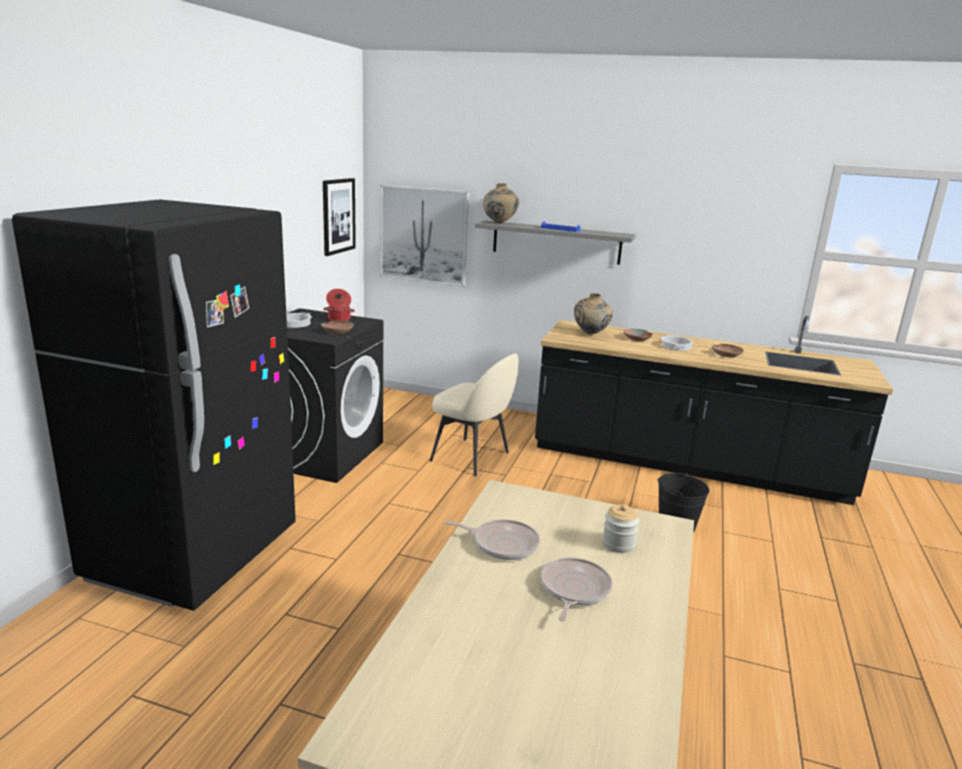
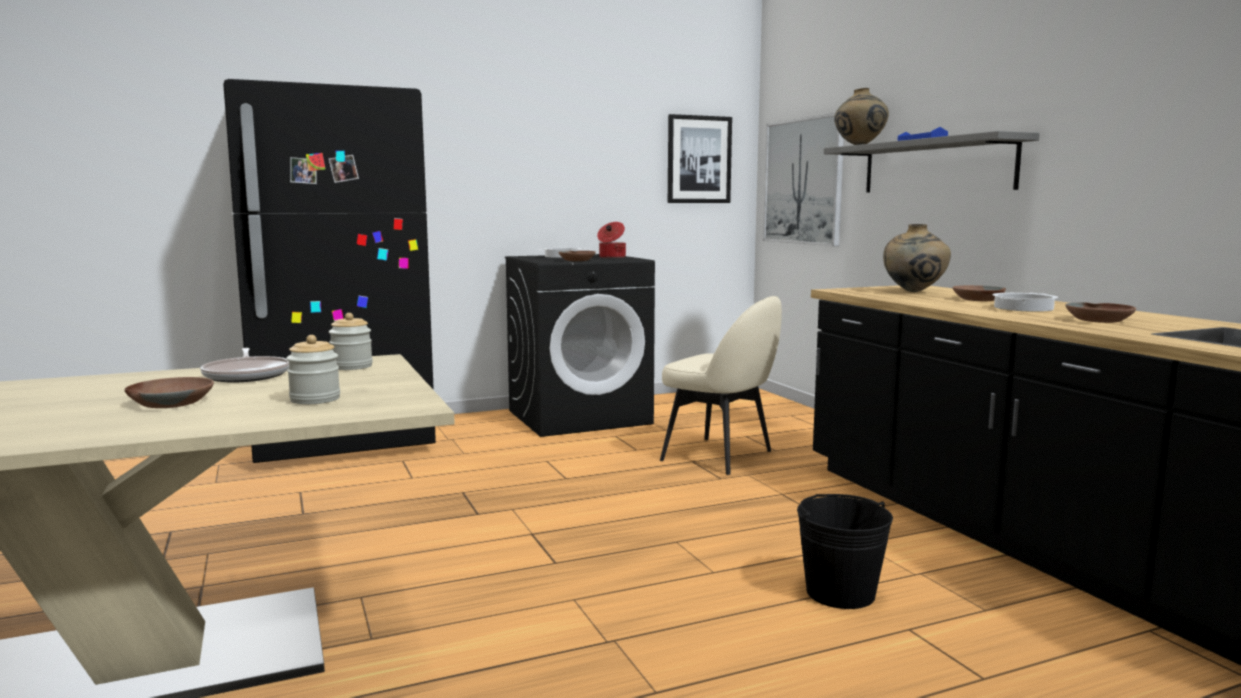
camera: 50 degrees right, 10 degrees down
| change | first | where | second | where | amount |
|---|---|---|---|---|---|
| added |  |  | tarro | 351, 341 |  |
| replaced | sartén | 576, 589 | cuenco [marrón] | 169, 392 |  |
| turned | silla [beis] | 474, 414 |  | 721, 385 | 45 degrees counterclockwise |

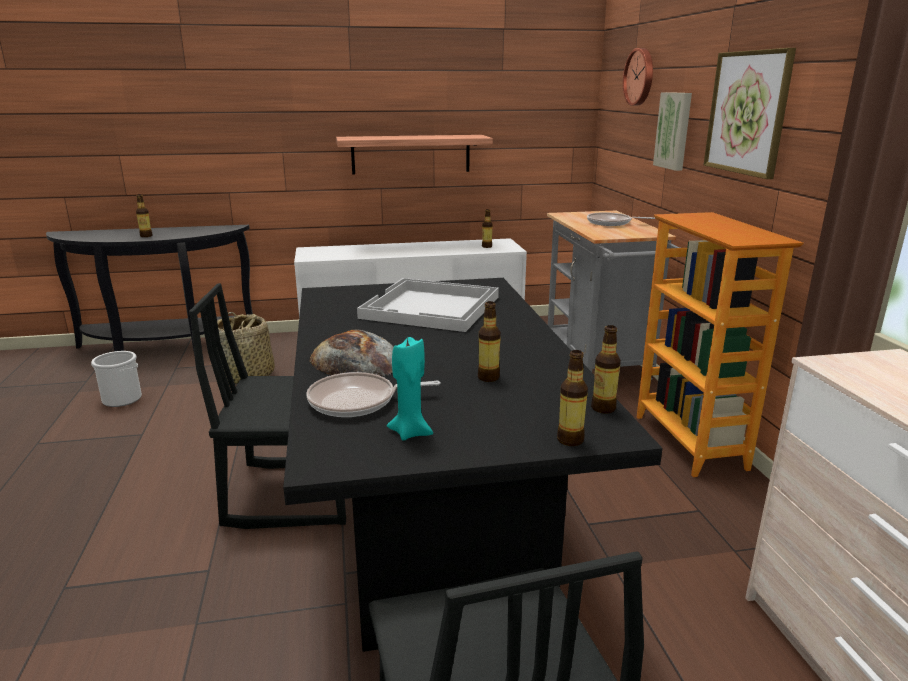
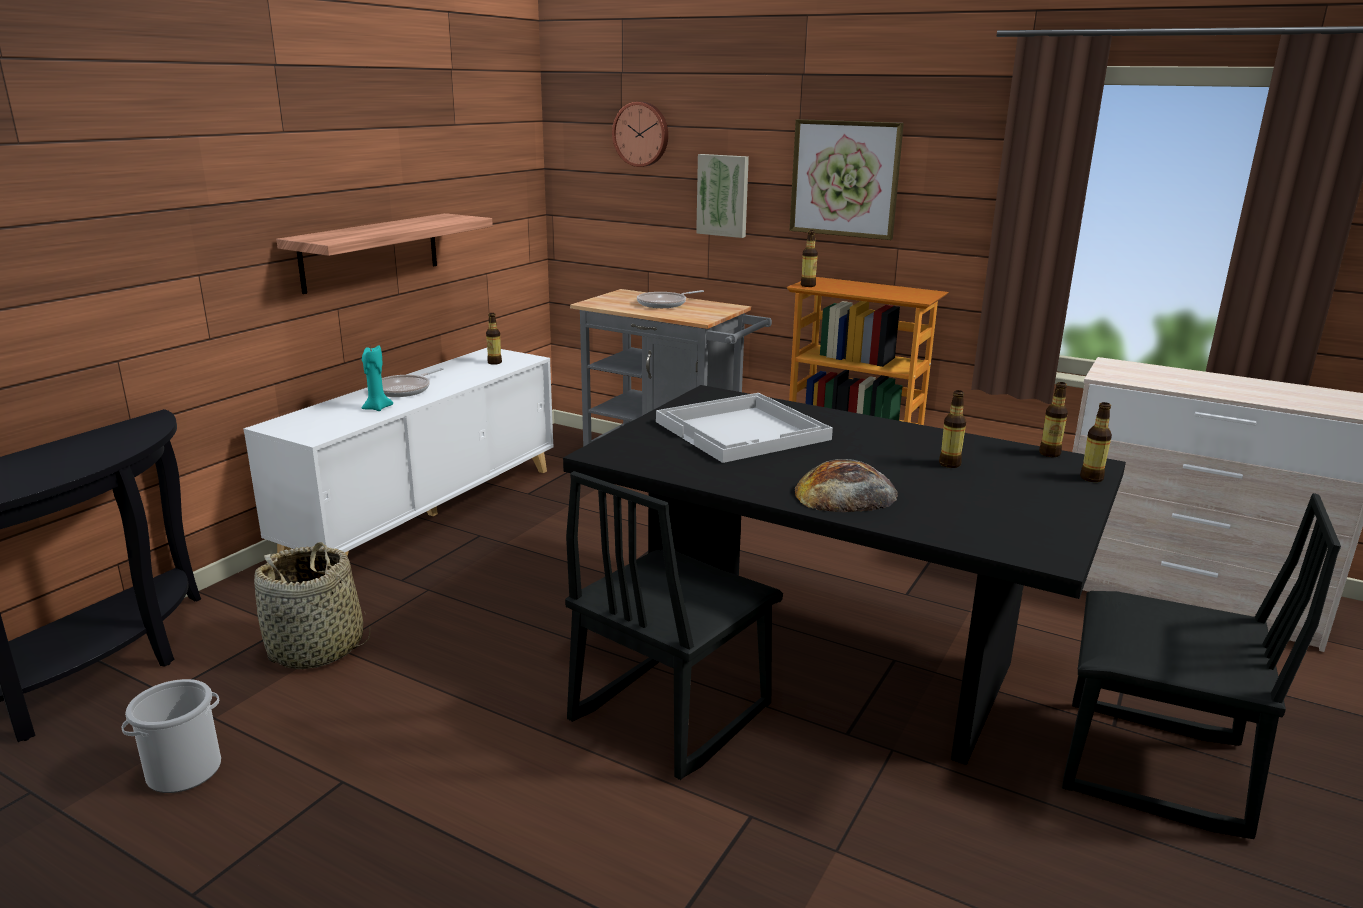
camera: 50 degrees left, 0 degrees up
| change | first | where | second | where | amount |
|---|---|---|---|---|---|
| moved | botella | 144, 215 |  | 809, 258 |  |
| moved | sartén | 373, 394 |  | 413, 382 |  |
| moved | vela [turquesa] | 410, 388 |  | 377, 378 |  |

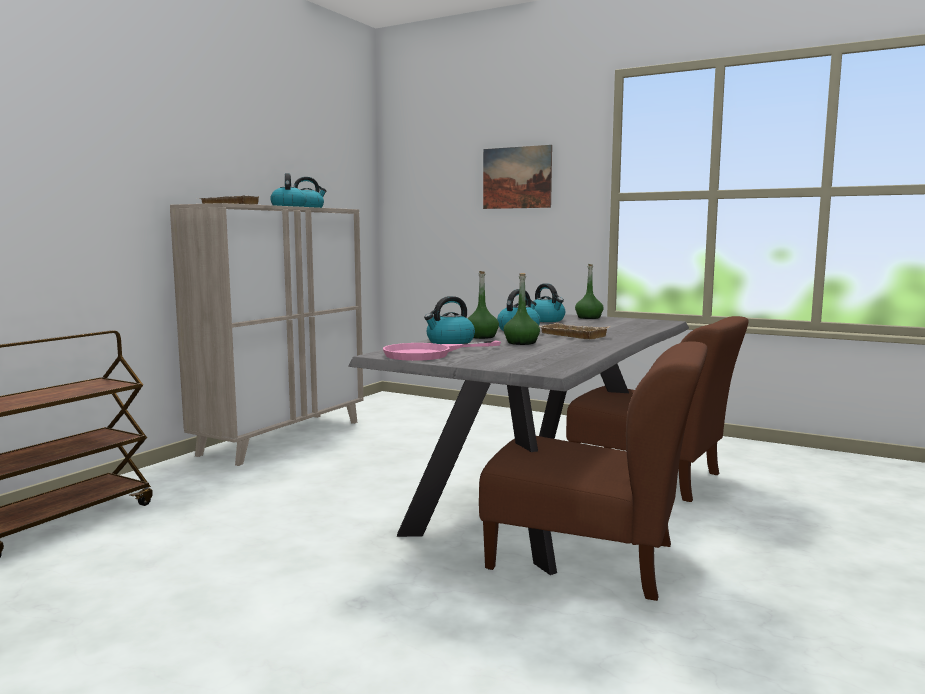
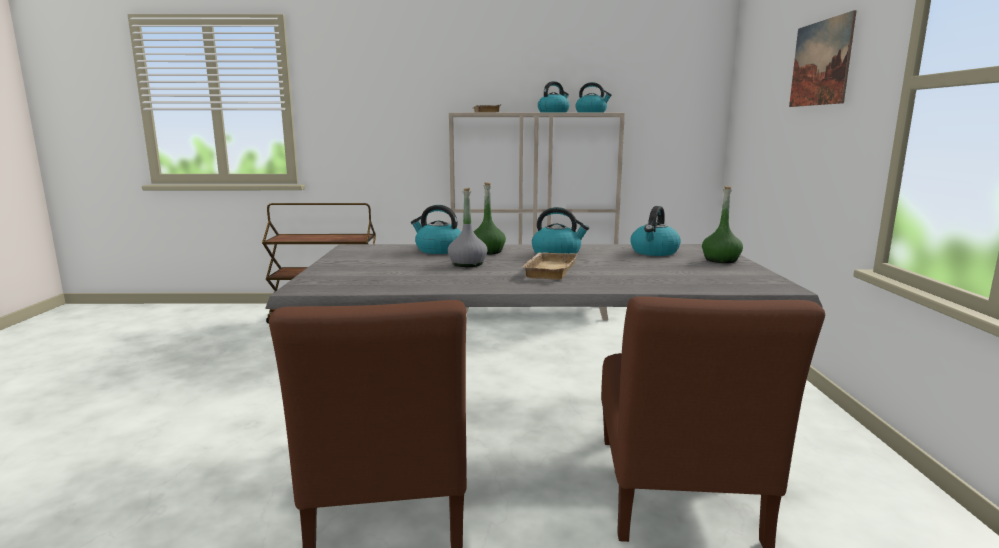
camera: 60 degrees right, 5 degrees up
| change | first | where | second | where | amount |
|---|---|---|---|---|---|
| removed | sartén [rosa] | 442, 351 |  |  |  |
| recoloured | botella [verde] | 522, 309 | botella [gris] | 468, 227 |  |

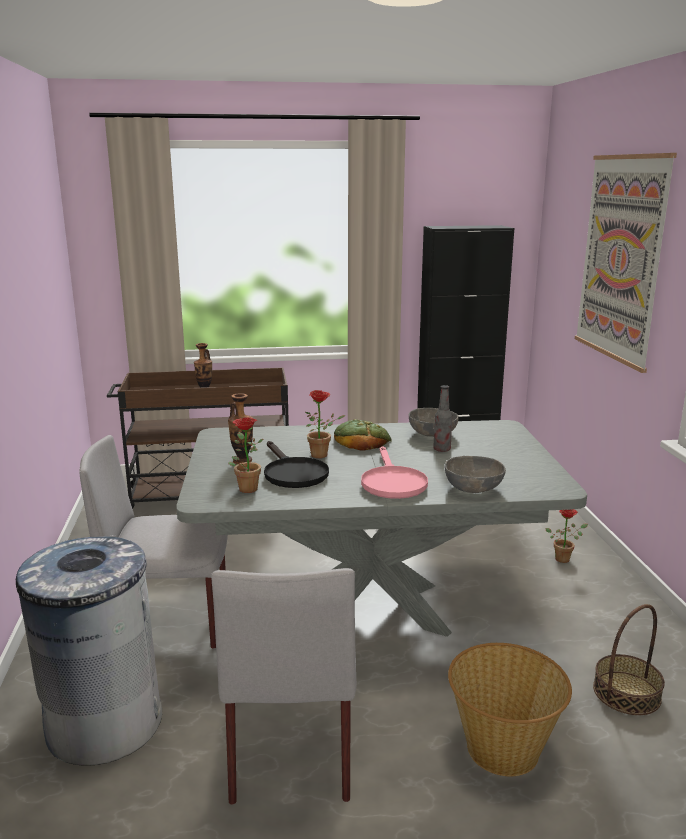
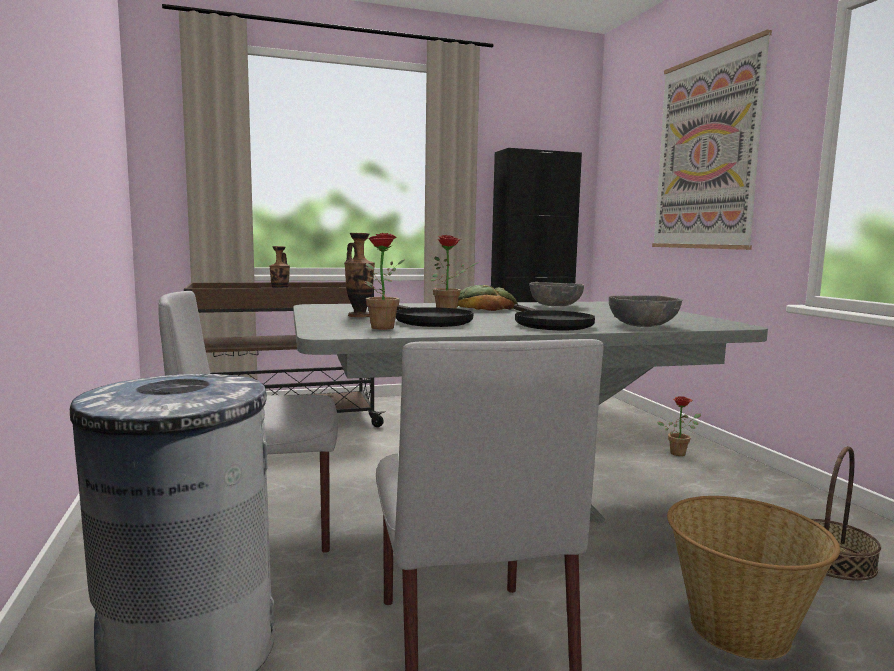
camera: 10 degrees left, 10 degrees down
| change | first | where | second | where | amount |
|---|---|---|---|---|---|
| removed | botella | 442, 418 |  |  |  |
| recoloured | sartén [rosa] | 394, 472 | sartén [negro] | 554, 317 |  |

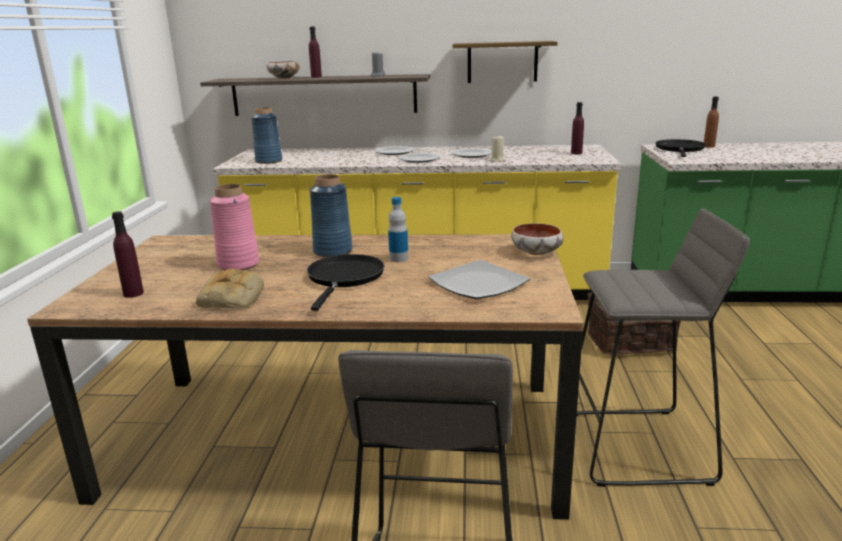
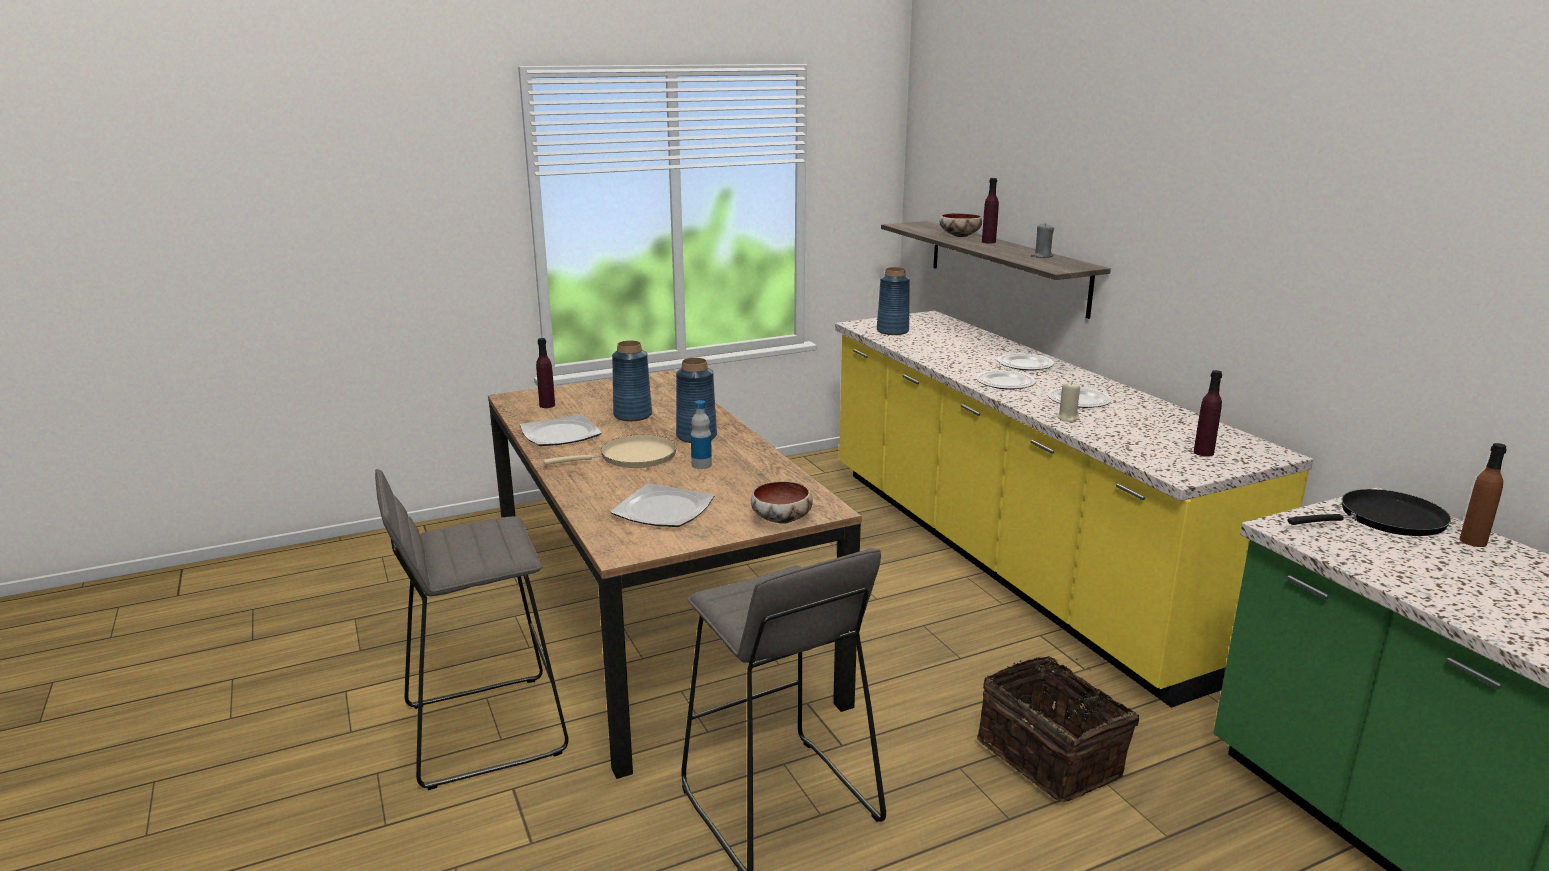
camera: 60 degrees right, 0 degrees up
| change | first | where | second | where | amount |
|---|---|---|---|---|---|
| removed | estante | 505, 62 |  |  |  |
| replaced | pan | 230, 288 | plato | 561, 430 |  |
| recoloured | florero [rosa] | 234, 227 | florero [azul] | 632, 380 |  |
| recoloured | sartén [negro] | 345, 282 | sartén [beis] | 610, 451 |  |

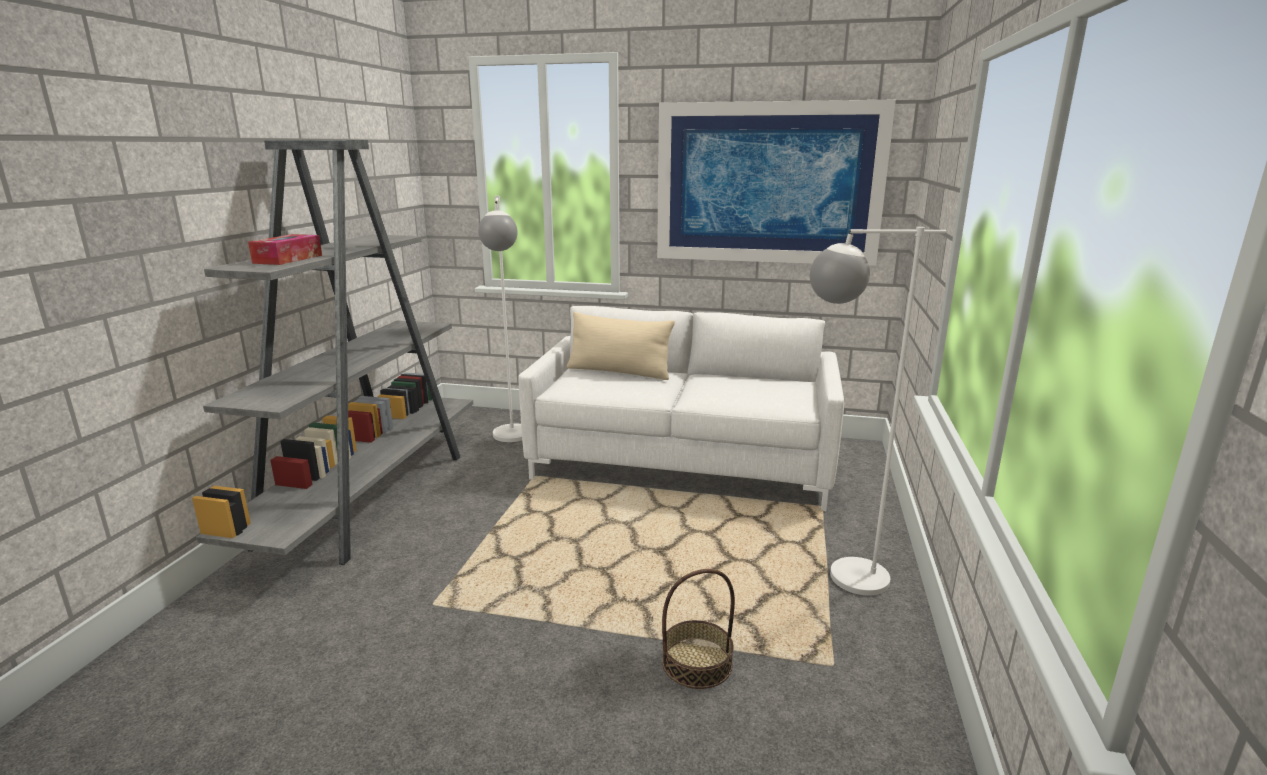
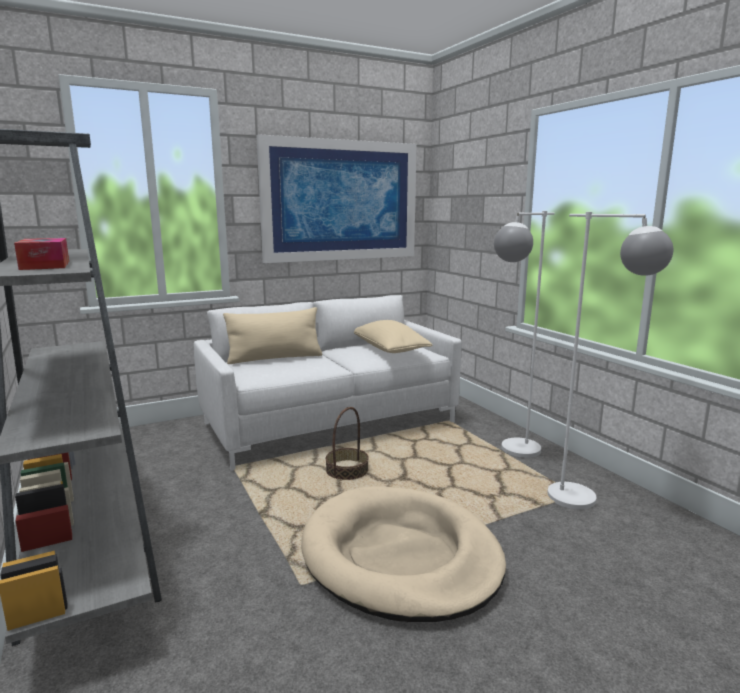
camera: 40 degrees left, 5 degrees down
| change | first | where | second | where | amount |
|---|---|---|---|---|---|
| added |  |  | cama para perro [beis] | 403, 554 |  |
| added |  |  | cojín [beis] | 393, 336 |  |
| moved | lámpara de pie [blanco] | 500, 319 |  | 610, 361 |  |
| moved | cesta | 698, 629 |  | 347, 443 |  |

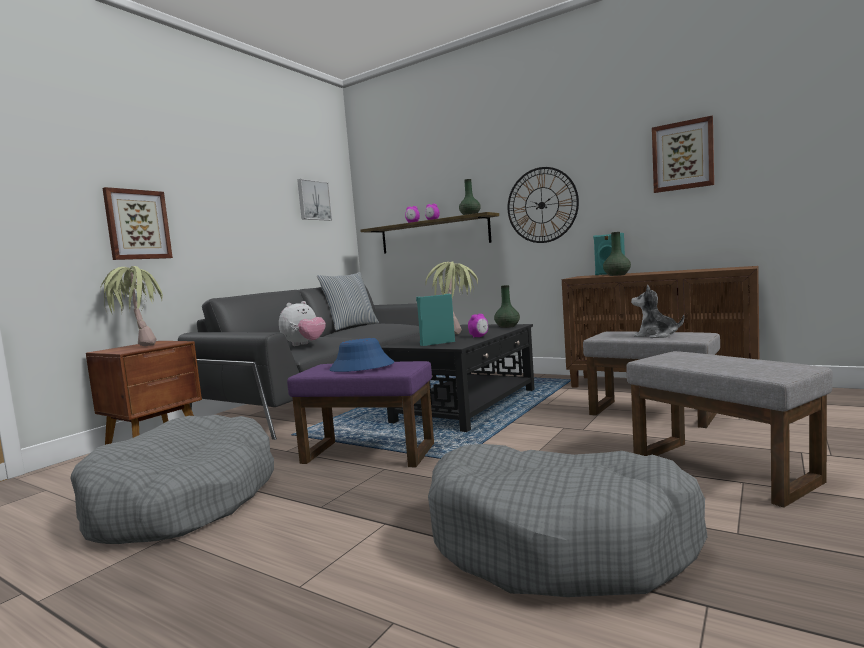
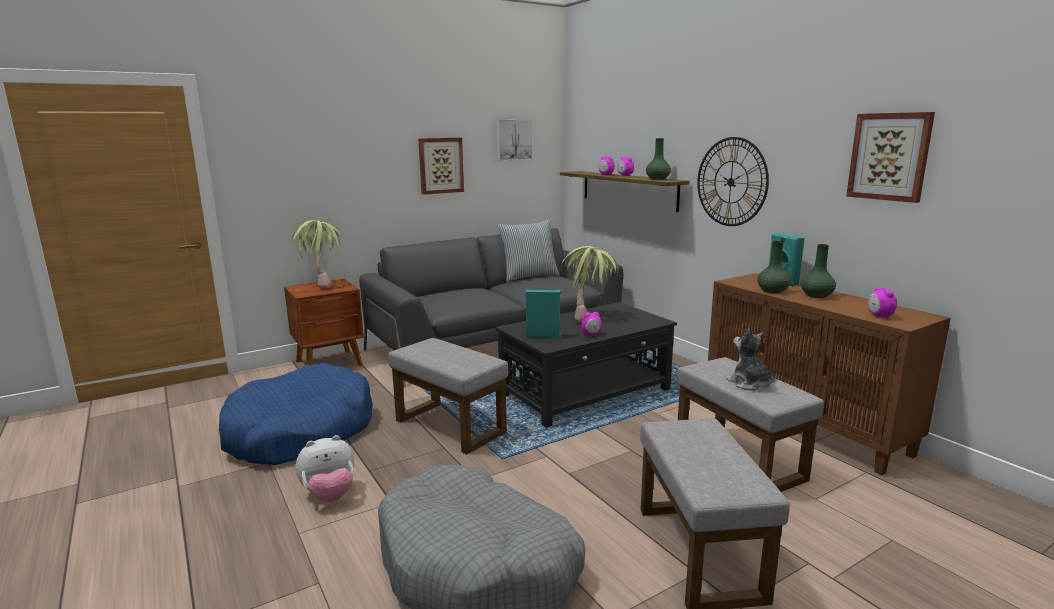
camera: 25 degrees right, 10 degrees up
| change | first | where | second | where | amount |
|---|---|---|---|---|---|
| removed | sombrero [azul] | 361, 355 |  |  |  |
| added |  |  | despertador | 882, 303 |  |
| moved | cuadro | 137, 223 |  | 441, 166 |  |
| moved | peluche | 302, 323 |  | 325, 468 |  |
| moved | florero [verde] | 507, 306 |  | 818, 271 |  |
| recoloured | cama para perro [gris] | 172, 479 | cama para perro [azul] | 296, 414 |  |
| recoloured | puf [morado] | 360, 414 | puf [gris] | 448, 396 |  |

